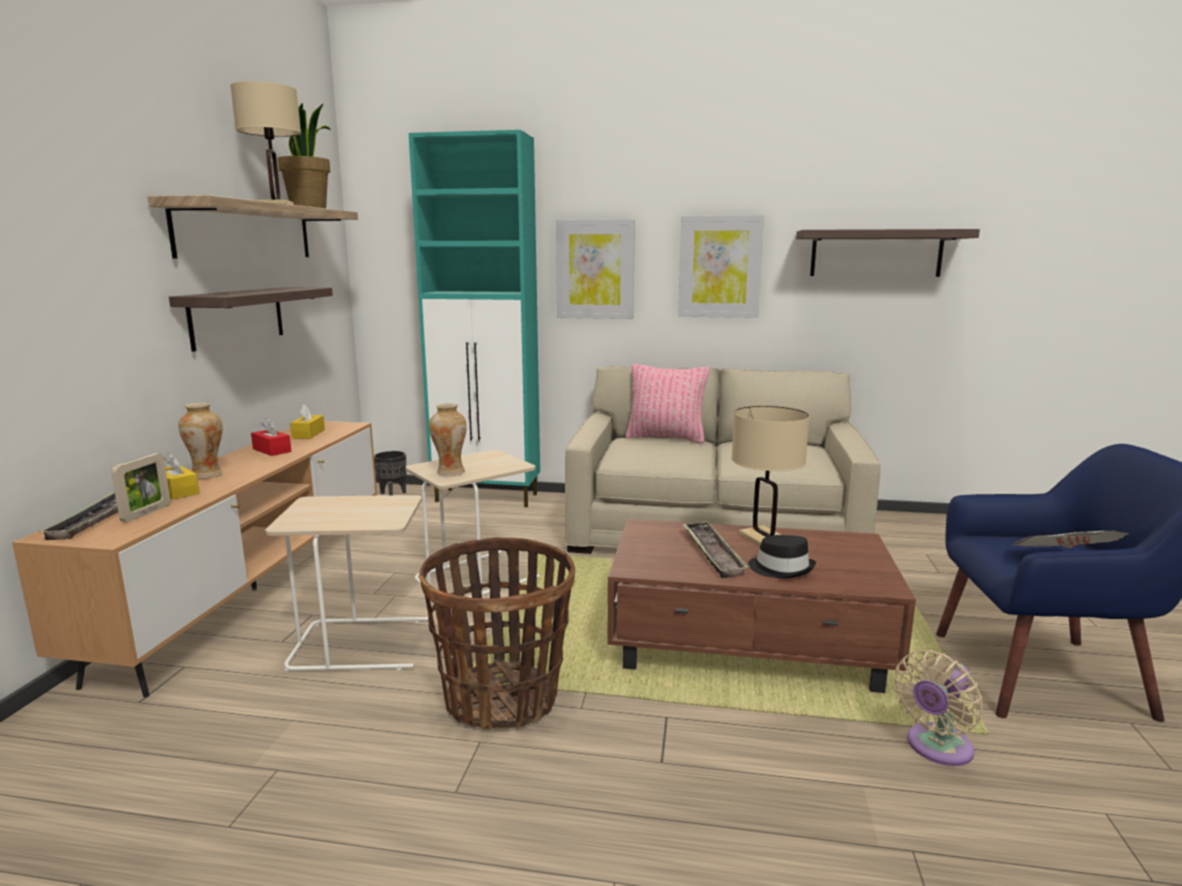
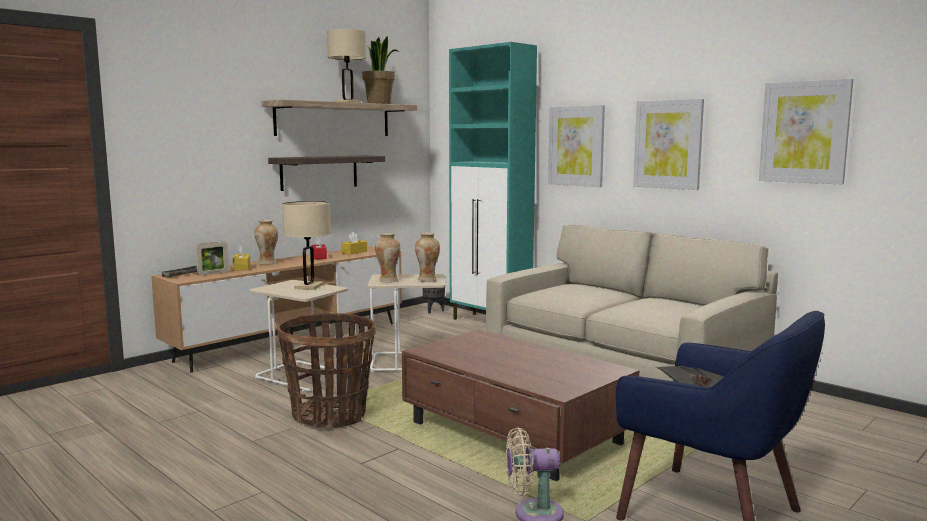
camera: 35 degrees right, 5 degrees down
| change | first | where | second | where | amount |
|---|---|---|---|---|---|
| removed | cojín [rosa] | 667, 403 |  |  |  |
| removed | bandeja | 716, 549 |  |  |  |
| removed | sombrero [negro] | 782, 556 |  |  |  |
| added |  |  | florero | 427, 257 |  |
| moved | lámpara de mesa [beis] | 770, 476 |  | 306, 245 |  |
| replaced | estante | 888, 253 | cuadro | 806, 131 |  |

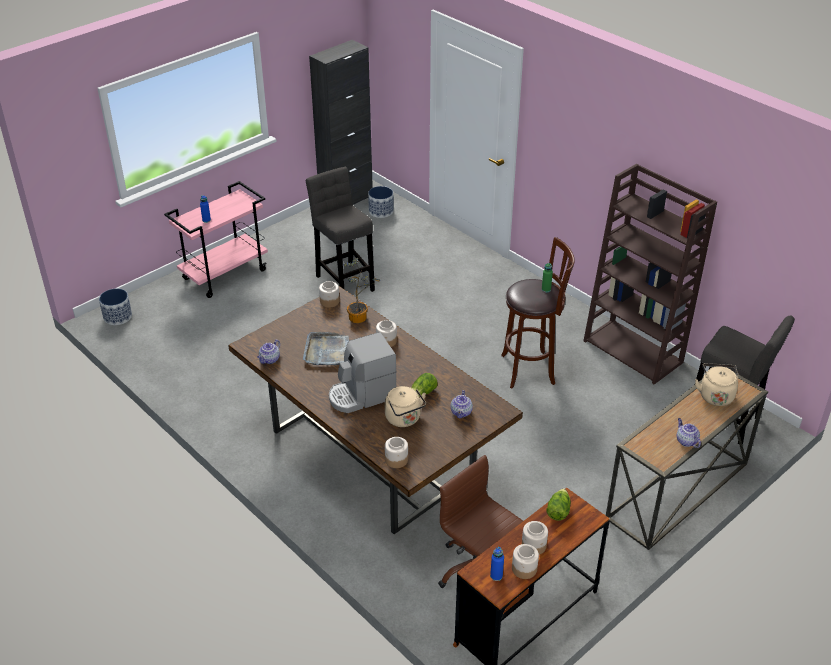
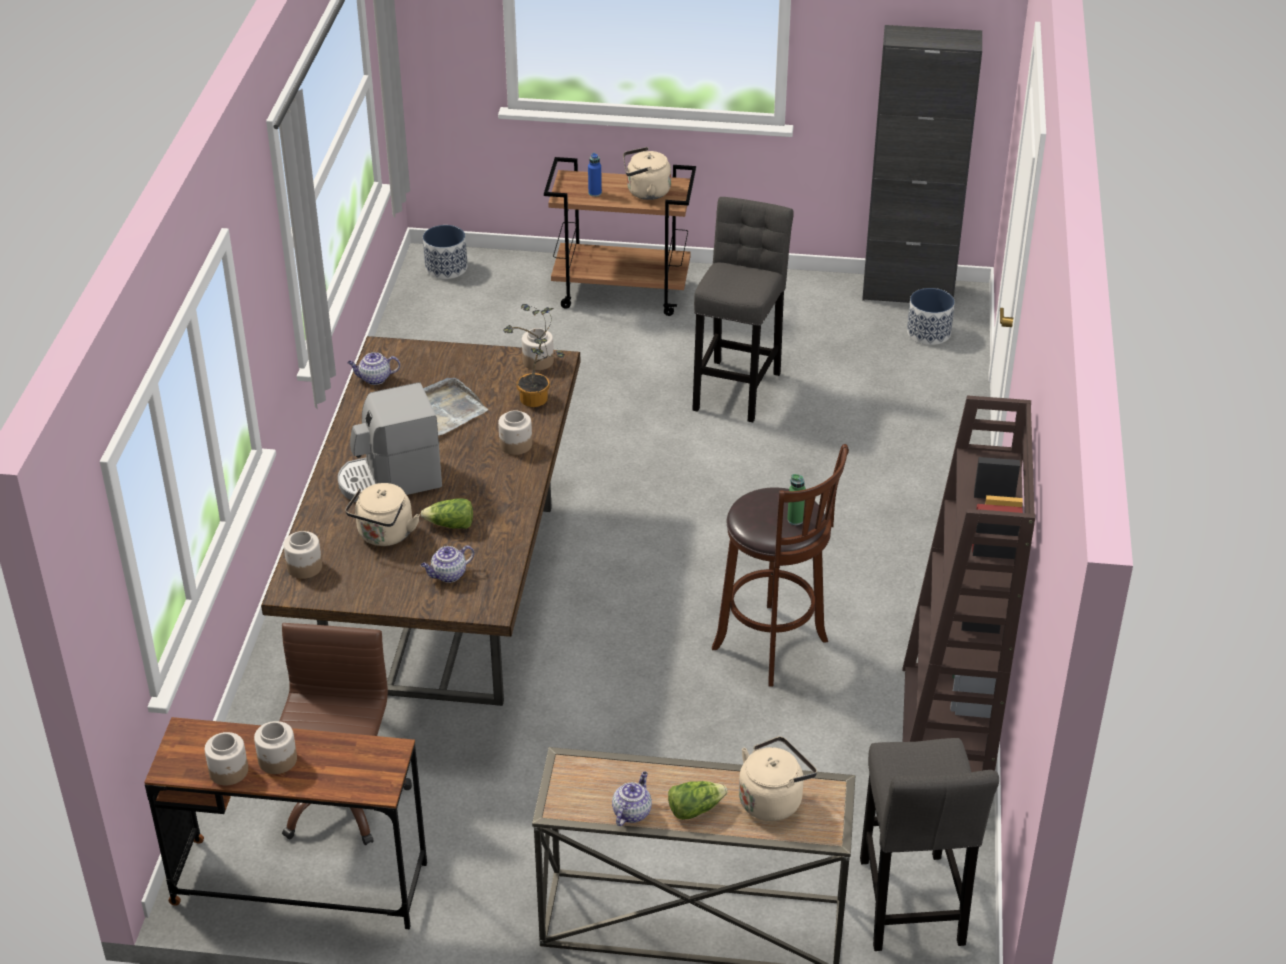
camera: 50 degrees right, 0 degrees up
| change | first | where | second | where | amount |
|---|---|---|---|---|---|
| removed | botella [azul] | 497, 564 |  |  |  |
| added |  |  | hervidor [beis] | 647, 173 |  |
| moved | lechuga | 558, 505 |  | 698, 800 |  |
| recoloured | carrito [rosa] | 216, 239 | carrito [marrón] | 620, 236 |  |
| turned | cafetera | 362, 372 |  | 390, 442 | 45 degrees counterclockwise |

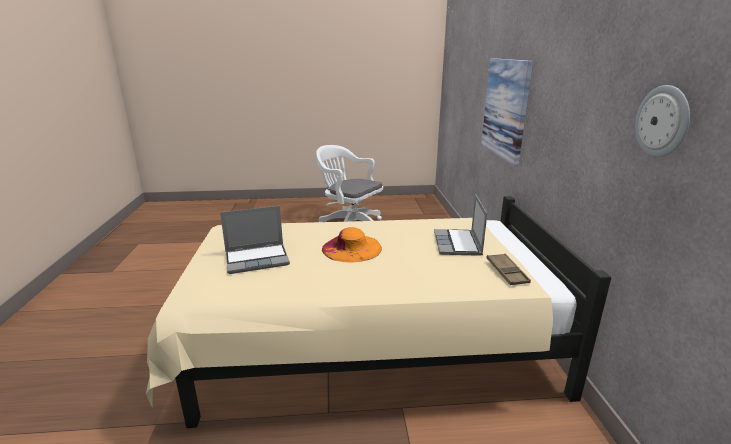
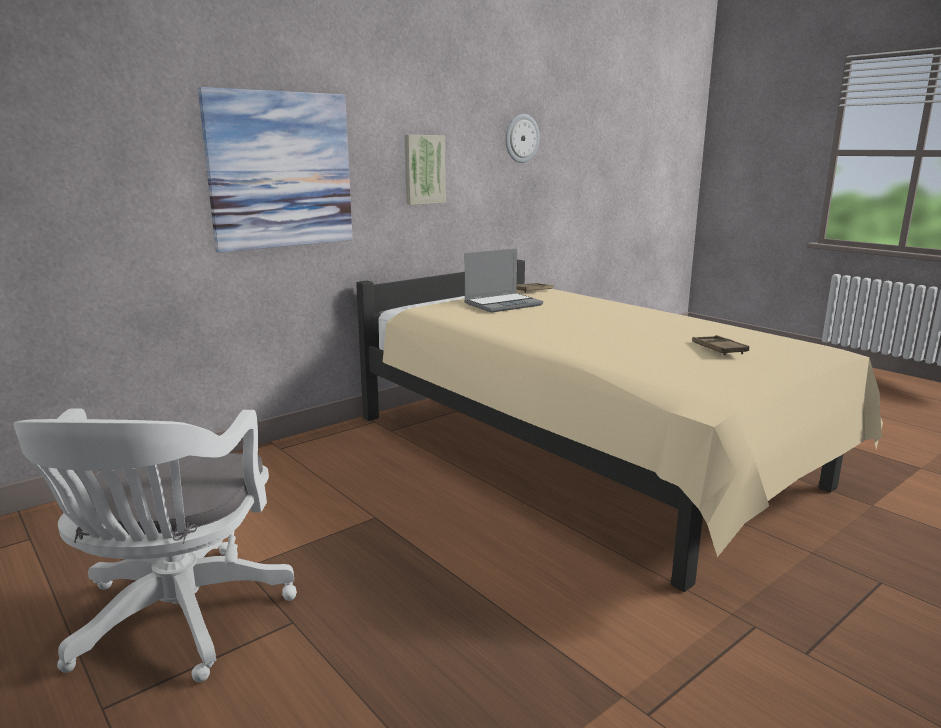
camera: 125 degrees left, 5 degrees down
| change | first | where | second | where | amount |
|---|---|---|---|---|---|
| removed | sombrero [naranja] | 352, 245 |  |  |  |
| added |  |  | cuadro | 425, 170 |  |
| replaced | portátil | 255, 240 | bandeja [marrón] | 720, 345 |  |

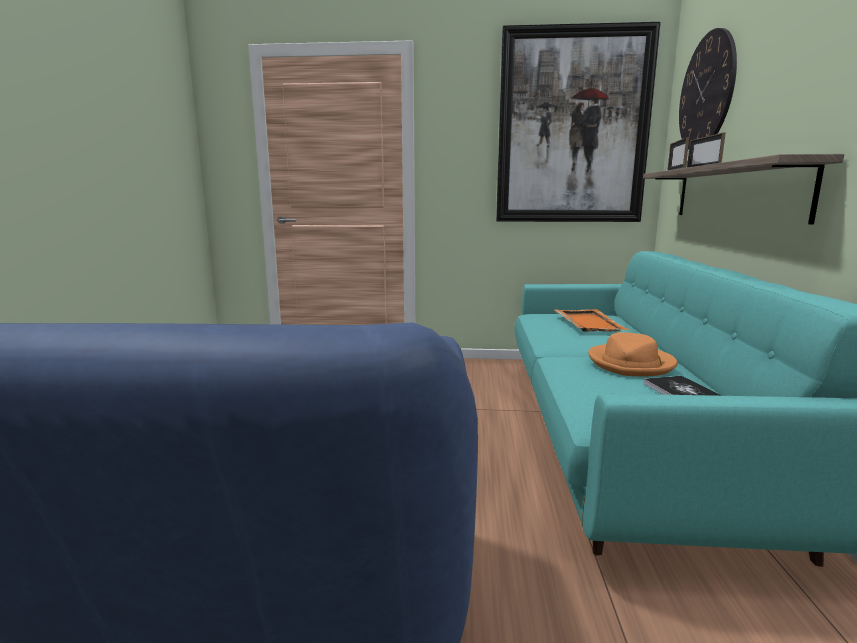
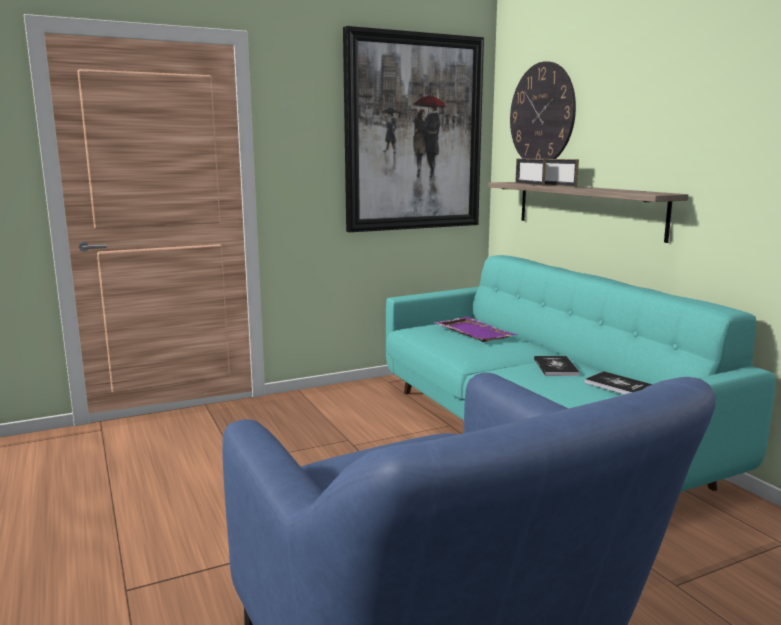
camera: 30 degrees left, 0 degrees up
| change | first | where | second | where | amount |
|---|---|---|---|---|---|
| replaced | sombrero [naranja] | 632, 354 | libro | 557, 366 |  |
| recoloured | bandeja [naranja] | 592, 320 | bandeja [morado] | 475, 329 |  |

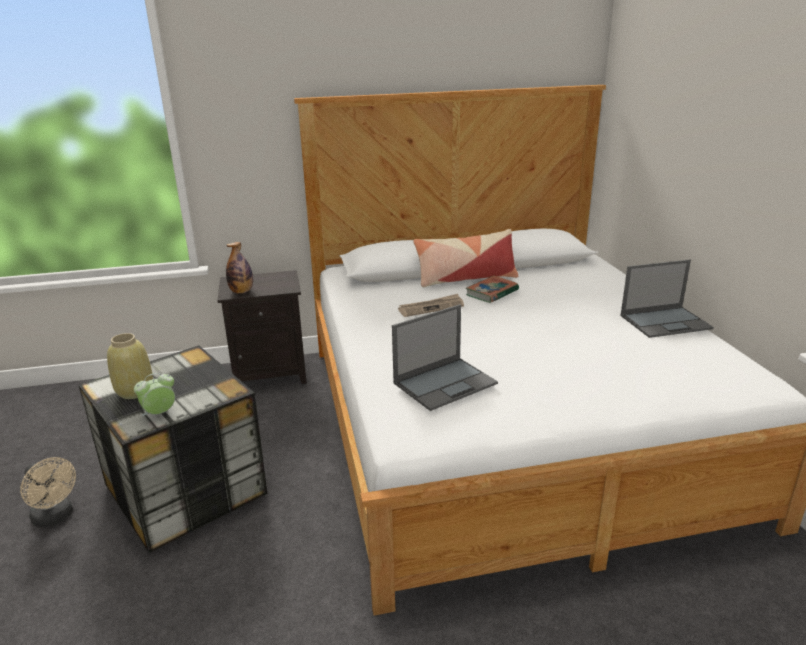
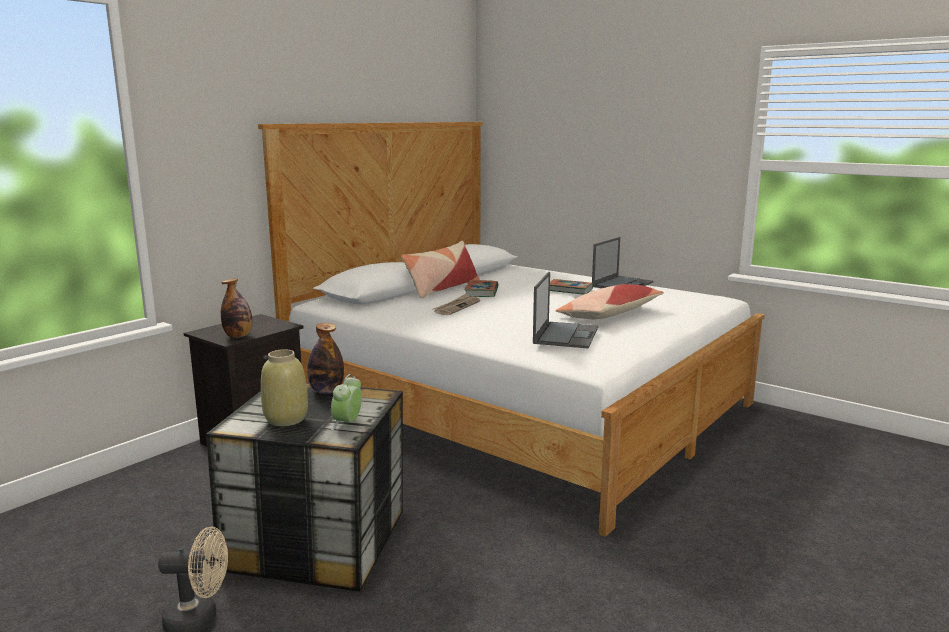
camera: 40 degrees left, 10 degrees down
| change | first | where | second | where | amount |
|---|---|---|---|---|---|
| added |  |  | botella | 325, 358 |  |
| added |  |  | libro | 571, 287 |  |
| added |  |  | cojín | 609, 301 |  |

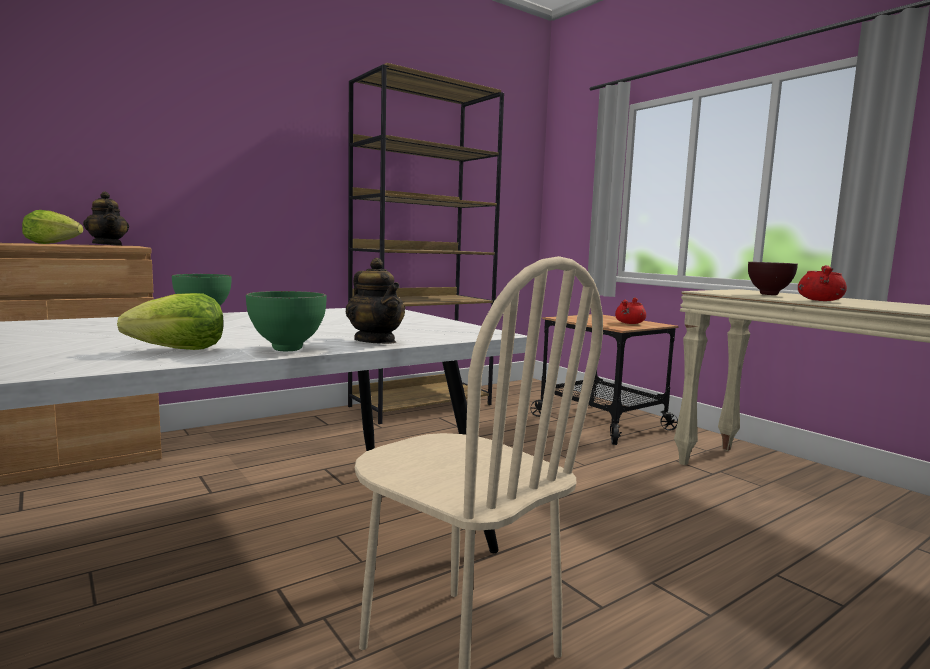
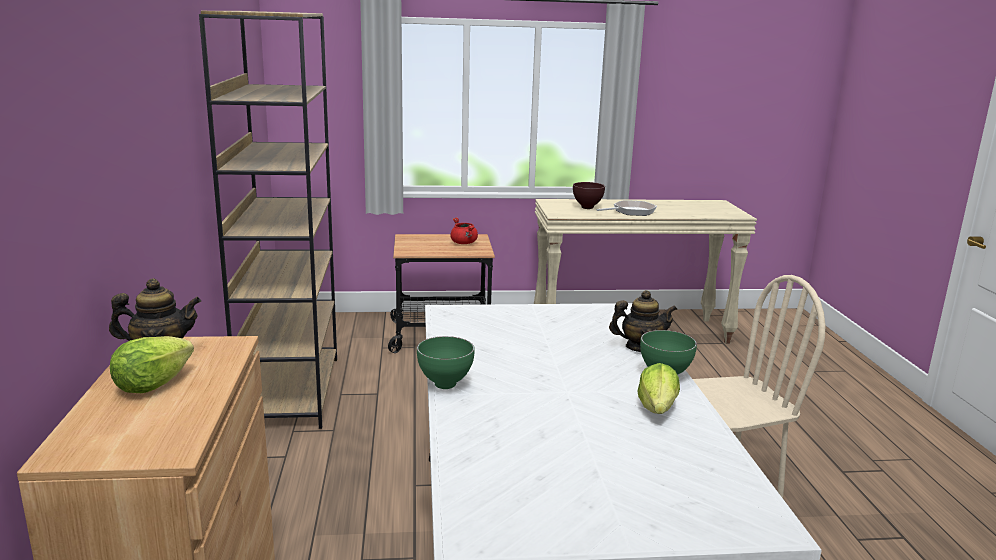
camera: 60 degrees left, 10 degrees up
| change | first | where | second | where | amount |
|---|---|---|---|---|---|
| replaced | olla [rojo] | 822, 283 | sartén | 627, 208 |  |

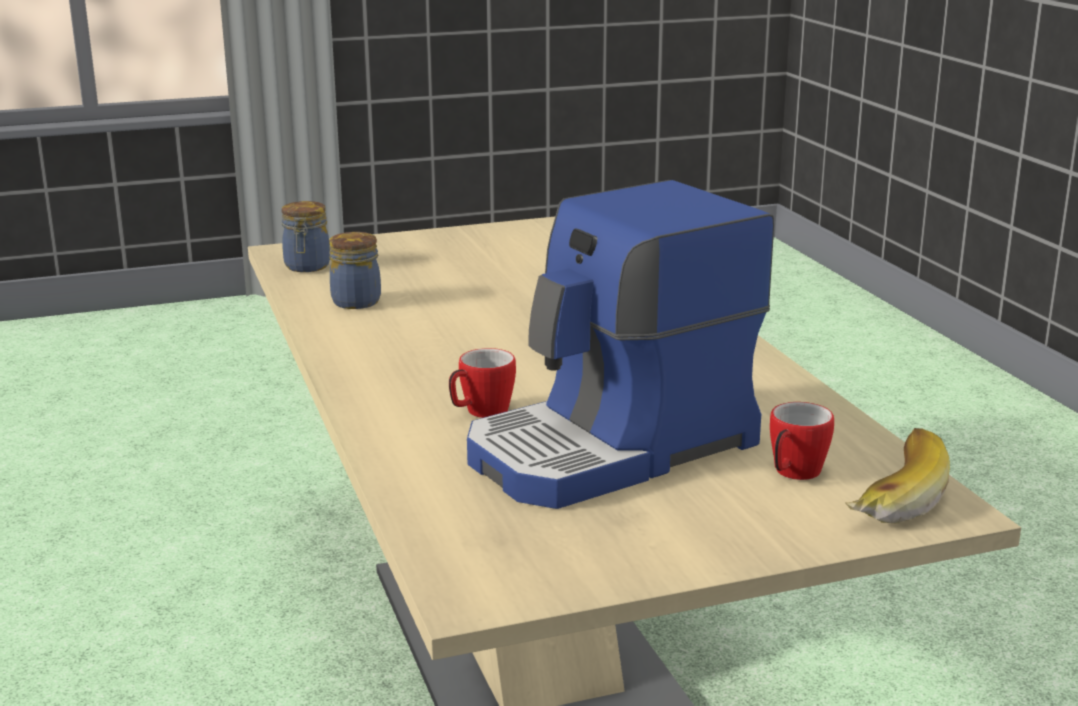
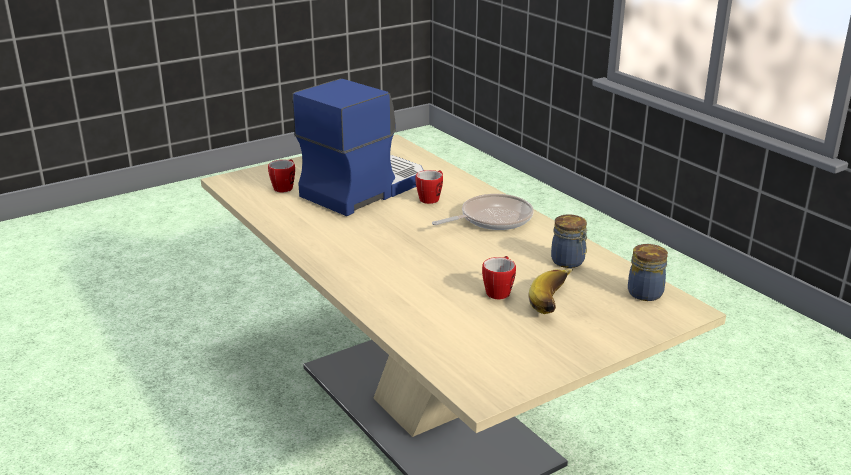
camera: 165 degrees right, 5 degrees up
| change | first | where | second | where | amount |
|---|---|---|---|---|---|
| added |  |  | sartén | 483, 212 |  |
| added |  |  | taza grande | 499, 277 |  |
| moved | plátano | 897, 475 |  | 550, 291 |  |

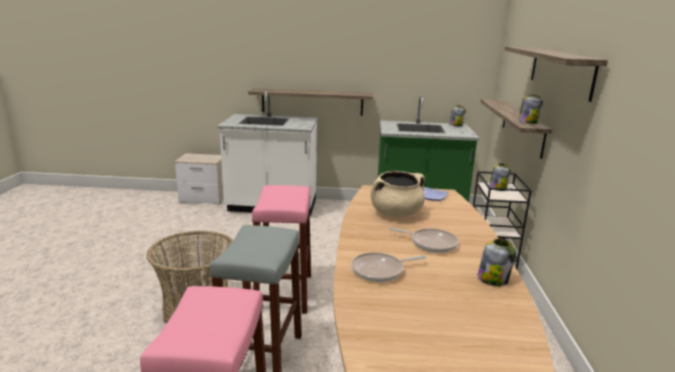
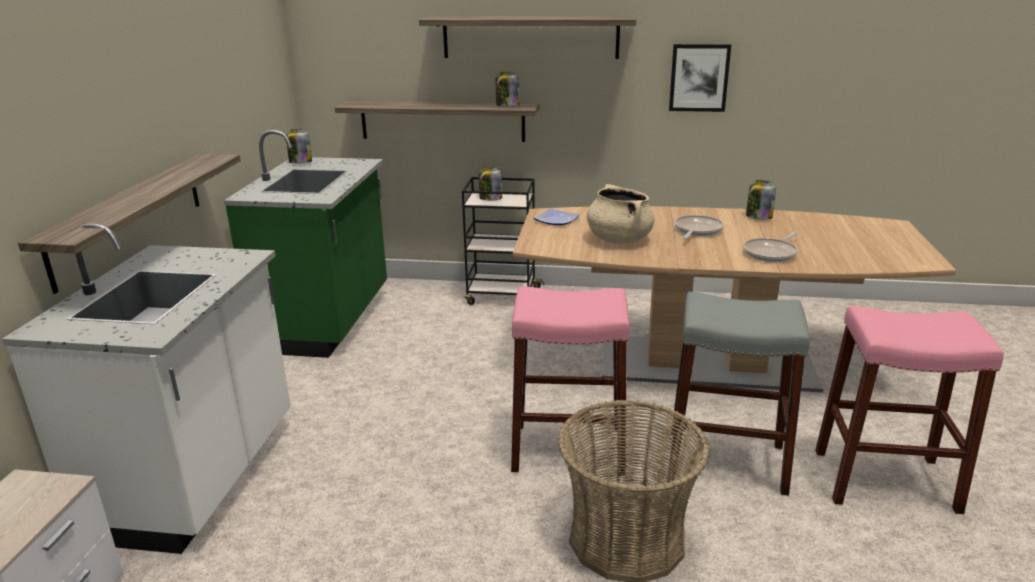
camera: 85 degrees left, 5 degrees up
| change | first | where | second | where | amount |
|---|---|---|---|---|---|
| added |  |  | cuadro | 700, 78 |  |
| turned | sartén | 388, 267 |  | 770, 247 | 60 degrees clockwise |

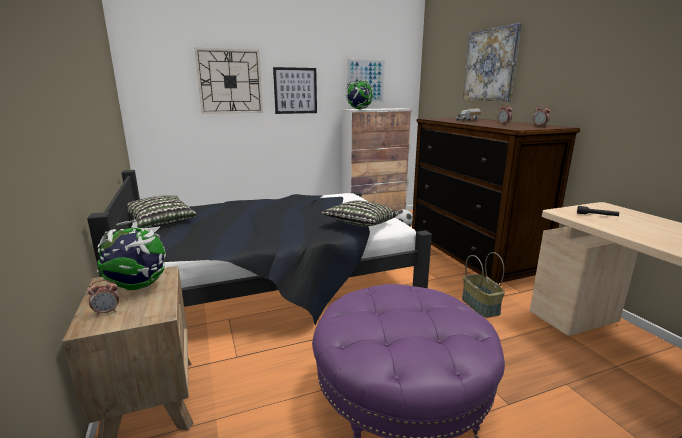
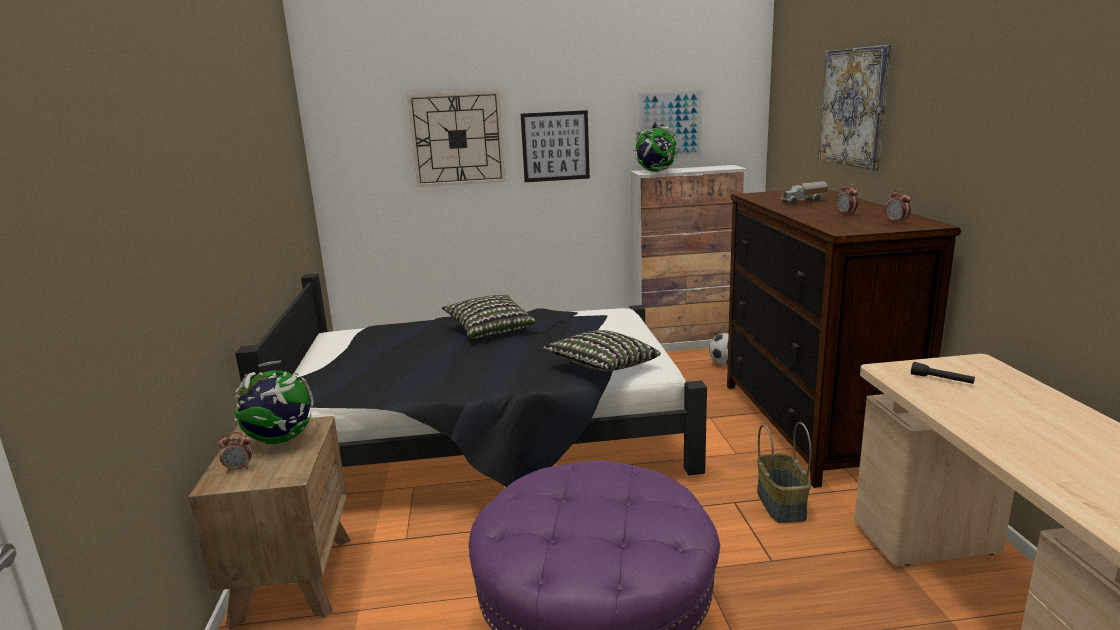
camera: 15 degrees right, 0 degrees up
| change | first | where | second | where | amount |
|---|---|---|---|---|---|
| moved | cojín | 162, 211 |  | 489, 317 |  |

